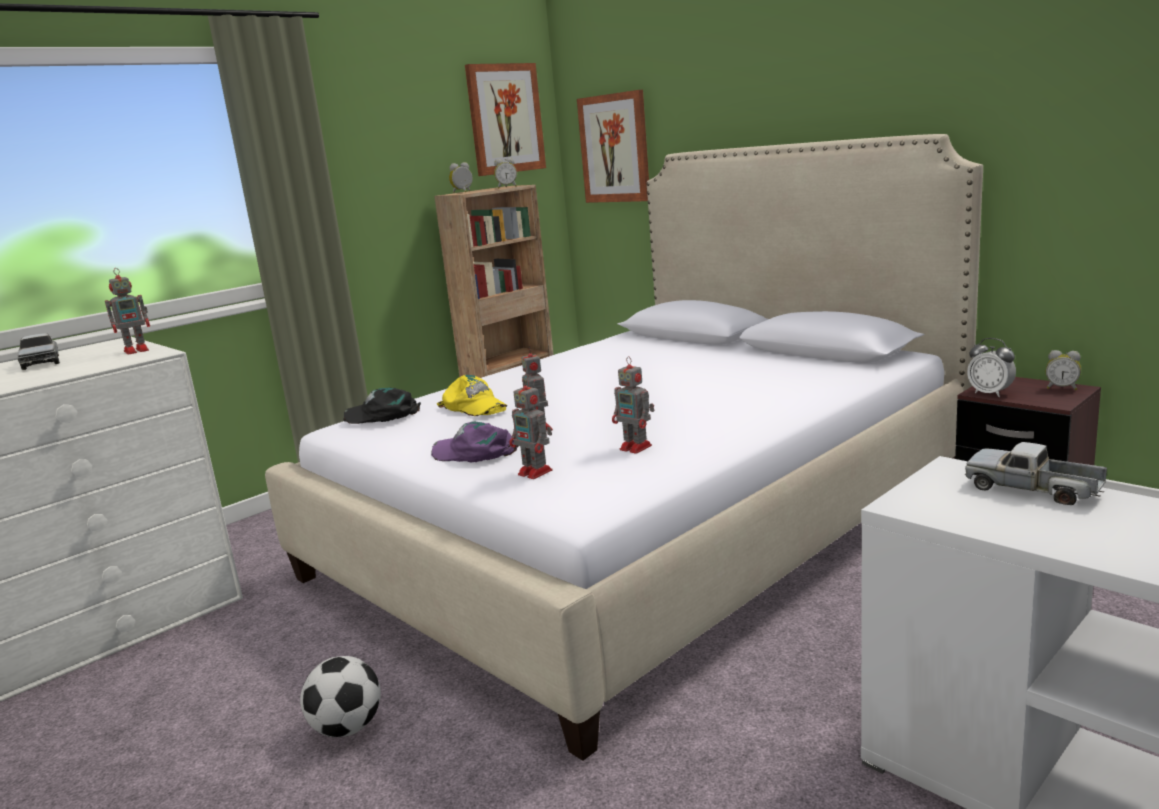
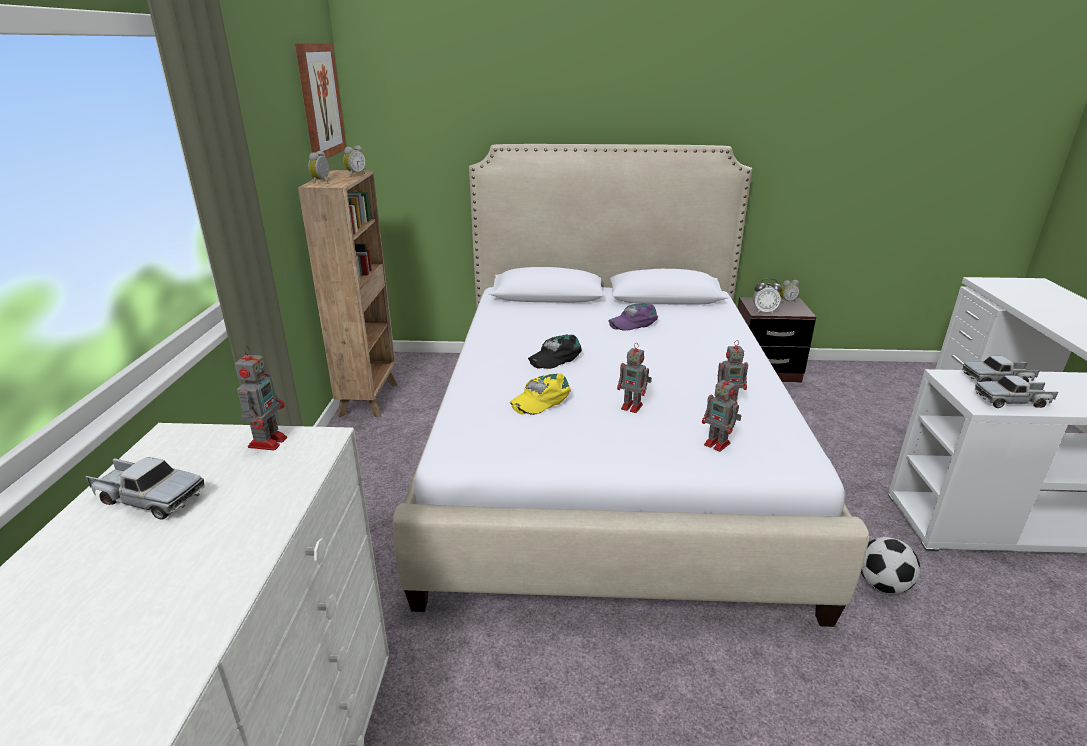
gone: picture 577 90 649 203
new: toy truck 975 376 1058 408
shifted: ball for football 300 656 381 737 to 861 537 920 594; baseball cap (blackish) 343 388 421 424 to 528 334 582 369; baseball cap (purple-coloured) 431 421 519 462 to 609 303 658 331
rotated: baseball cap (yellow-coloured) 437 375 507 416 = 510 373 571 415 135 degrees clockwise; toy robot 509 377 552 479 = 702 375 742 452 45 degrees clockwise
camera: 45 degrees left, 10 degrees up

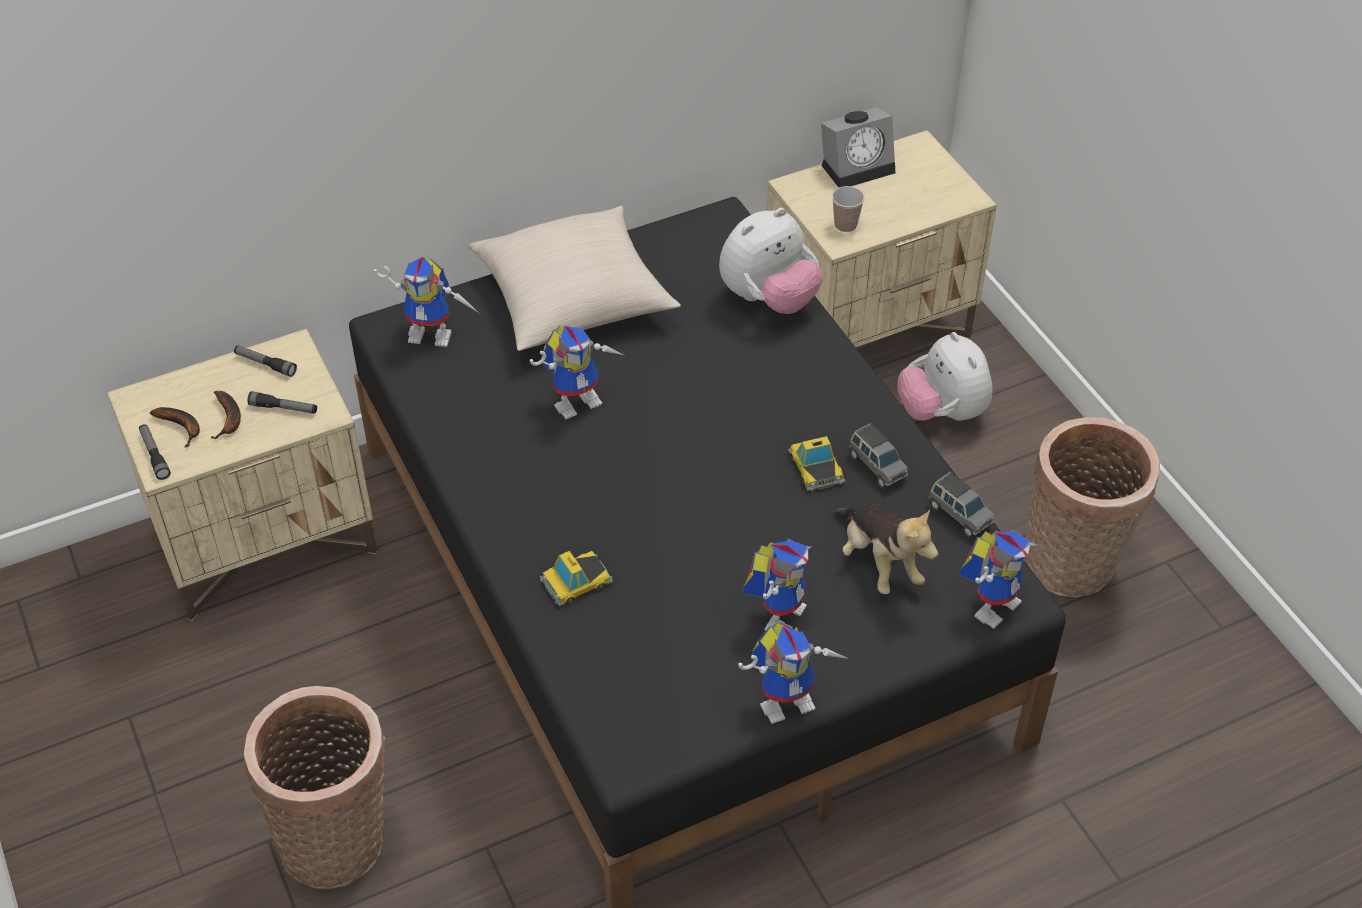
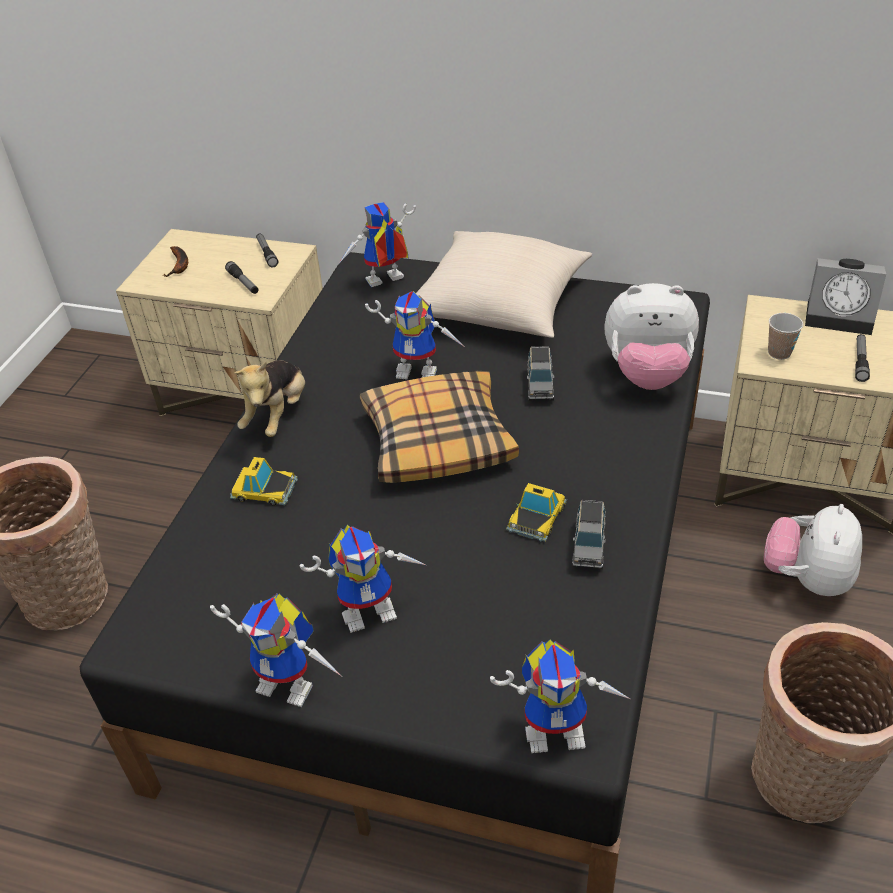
gone: whole banana 210 391 241 439
new: pillow 360 371 519 483
shifted: flashlight 139 424 171 480 to 855 334 870 382; cuddly toy 834 503 938 594 to 234 360 305 437; miniature car (greyish) 929 472 994 538 to 527 346 555 401
rotated: toy robot 374 256 479 347 = 340 202 416 287 105 degrees clockwise
camera: 45 degrees right, 5 degrees down

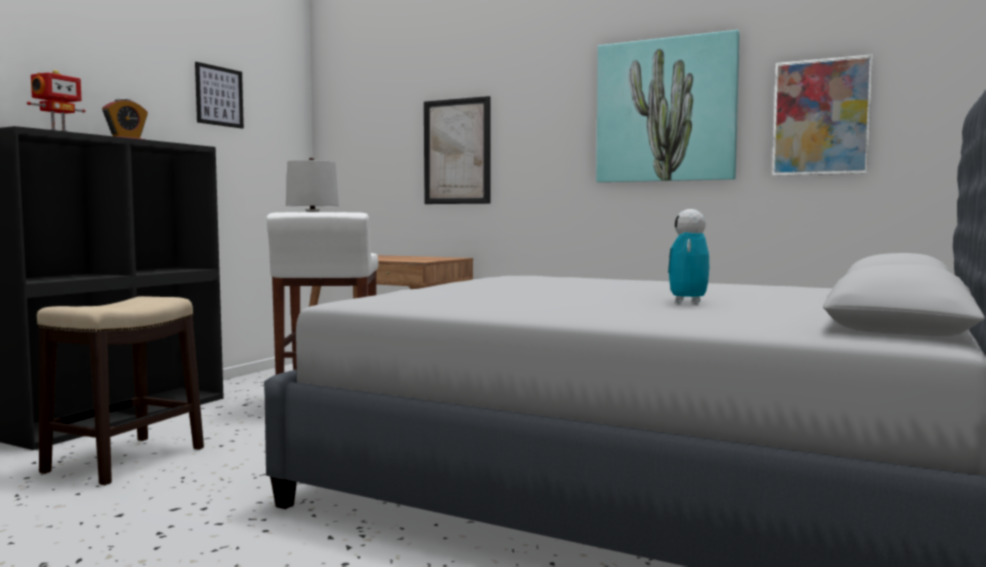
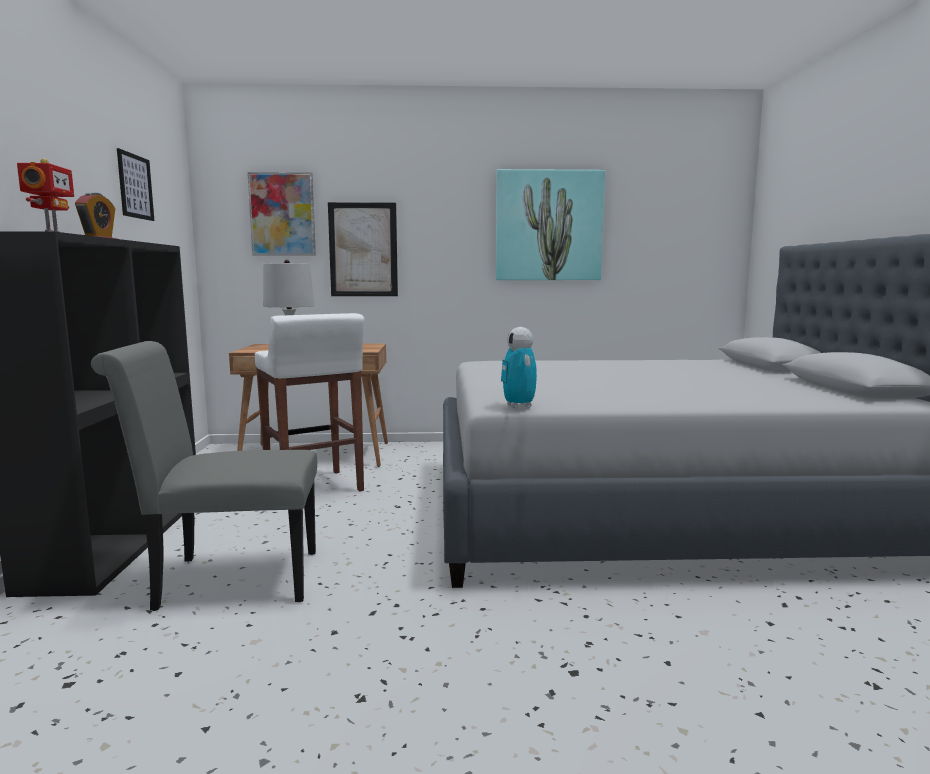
shifted: toy robot 668 209 709 304 to 501 327 537 408; picture 772 54 873 176 to 247 172 316 256
swapped: stool 37 296 204 485 to chair (greyish) 91 341 317 611
camera: 30 degrees left, 5 degrees up

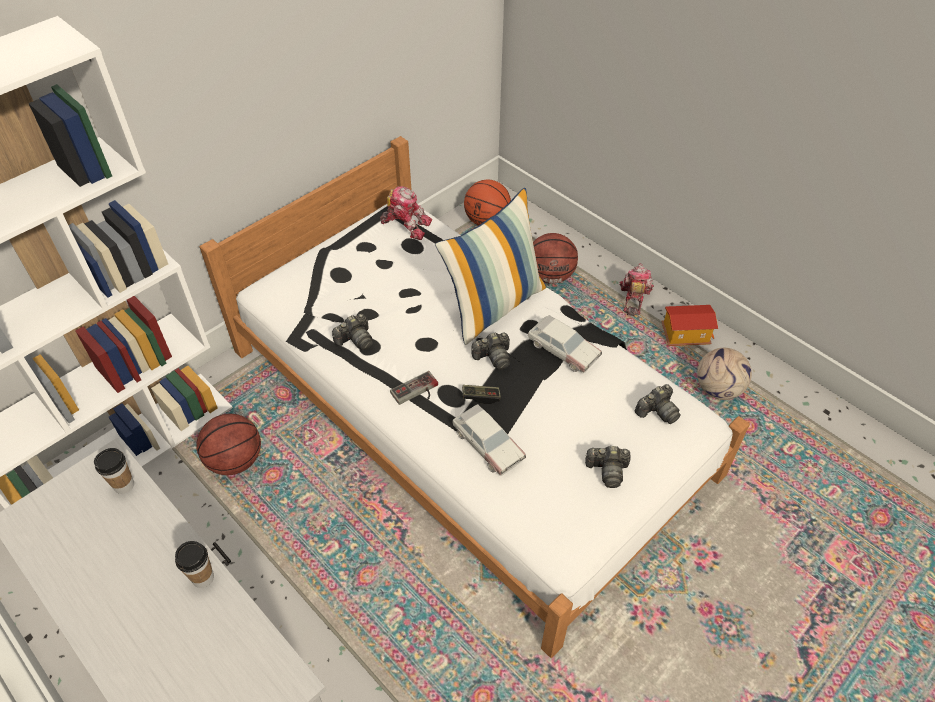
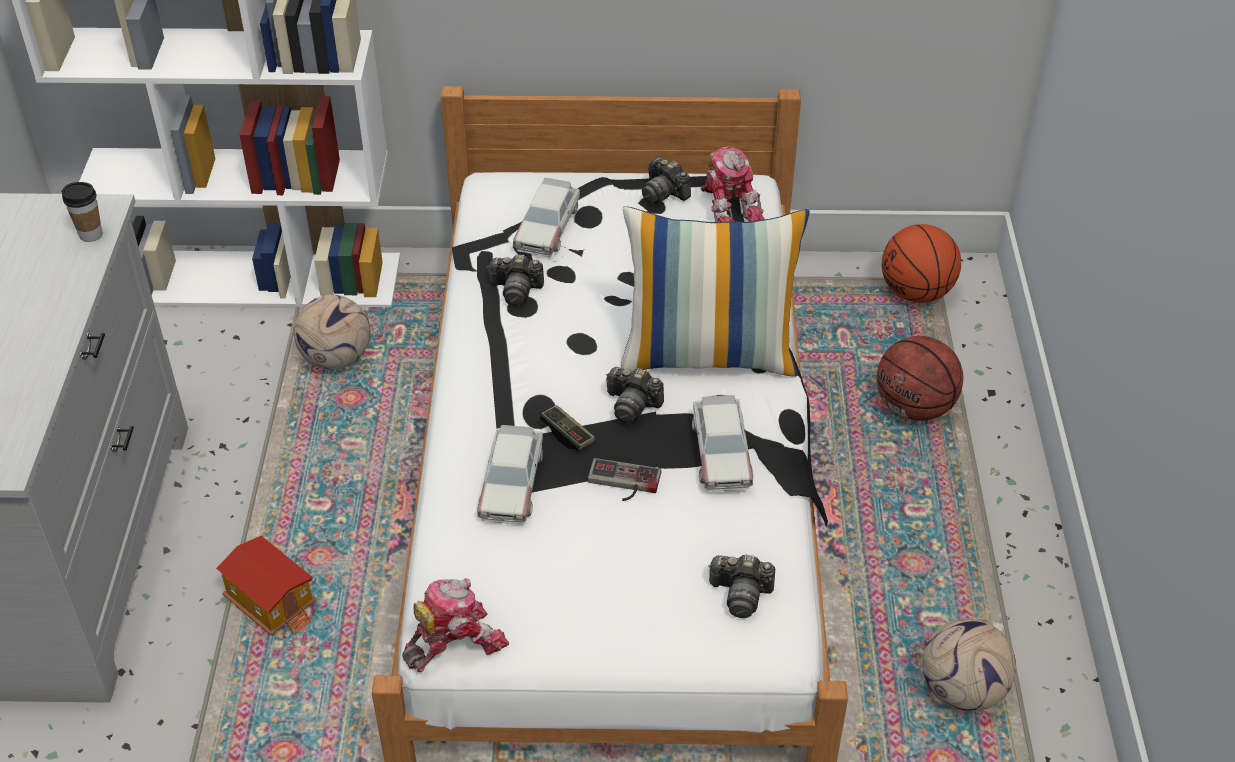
gone: drinking cup 175 541 214 588
new: miniature car 513 178 580 257
shifted: joypad 390 371 438 405 to 588 458 661 501; photo camera 585 446 631 488 to 642 157 691 204; toy robot 619 263 654 316 to 402 578 509 672; miniature house 661 305 718 346 to 216 536 317 635
swapped: ball for basketball 196 414 261 475 to ball for football 293 295 371 370
camera: 45 degrees right, 5 degrees down

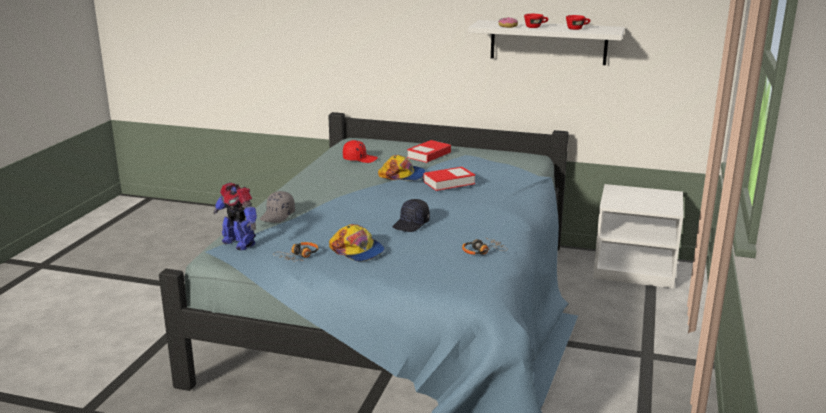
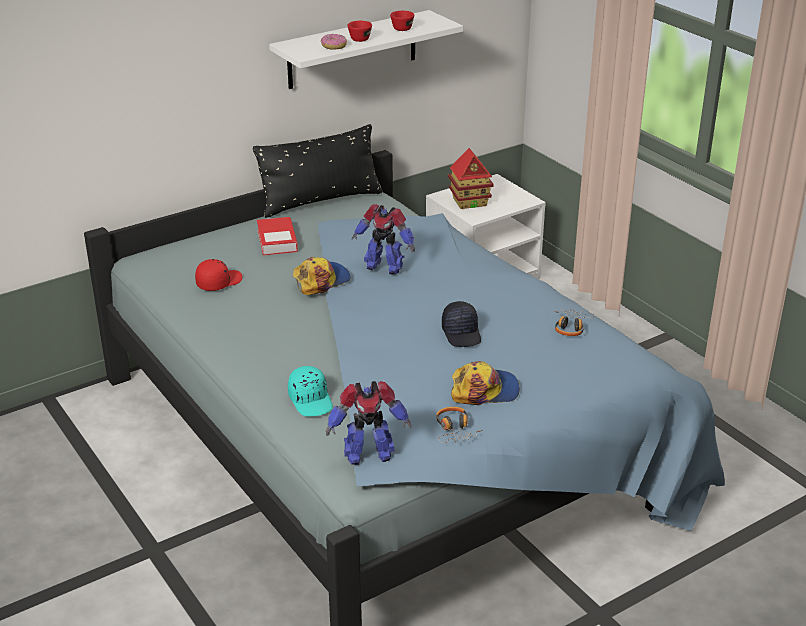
new: pillow (blackish) 253 124 383 218; miniature house 448 148 494 209
swapped: bound book 423 167 475 191 to toy robot 352 204 415 275
repainted: baseball cap (greyish) 260 191 295 223 to baseball cap (turquoise) 288 366 333 417
camera: 50 degrees left, 10 degrees up

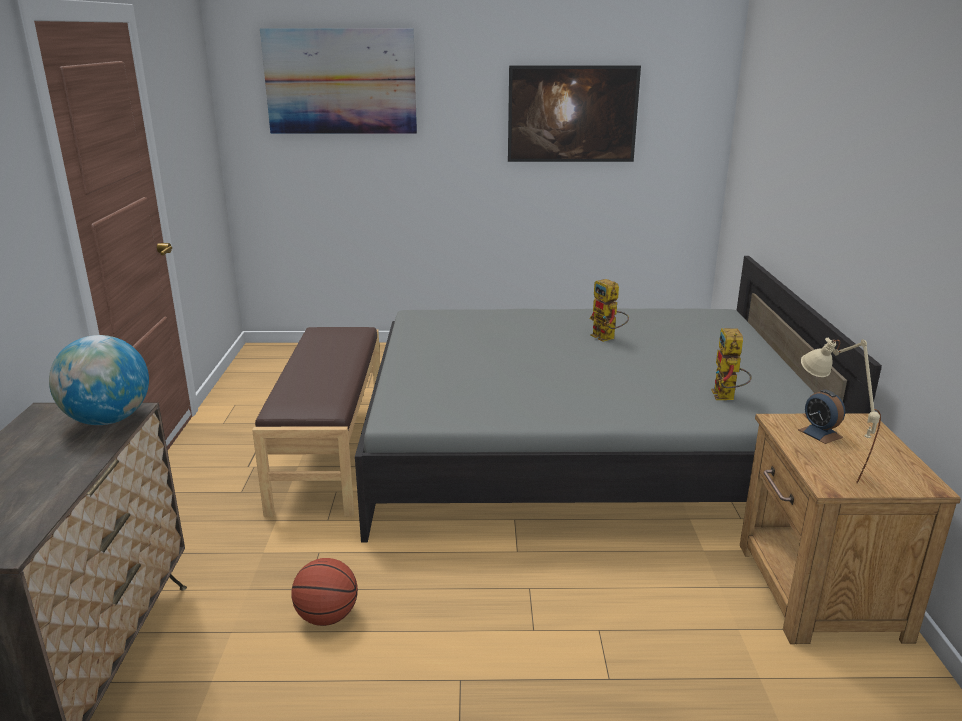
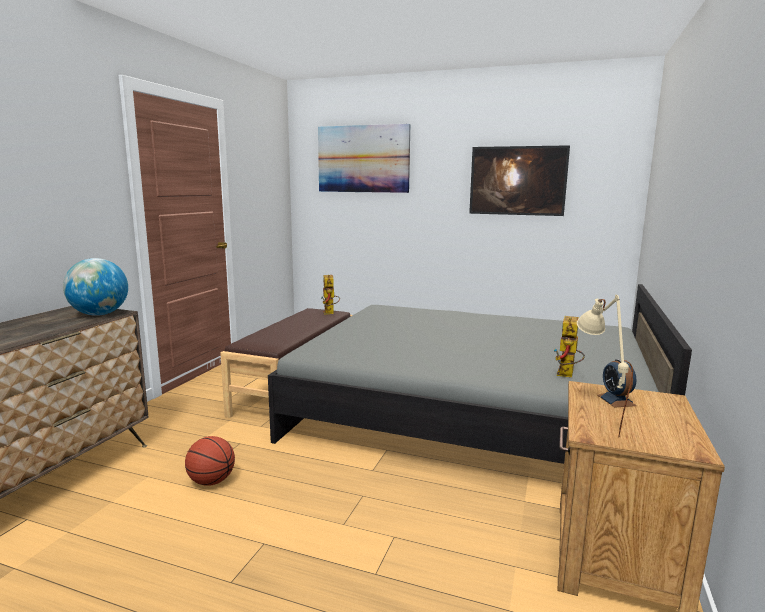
shifted: toy robot 589 279 629 342 to 321 275 340 315
camera: 20 degrees right, 10 degrees down

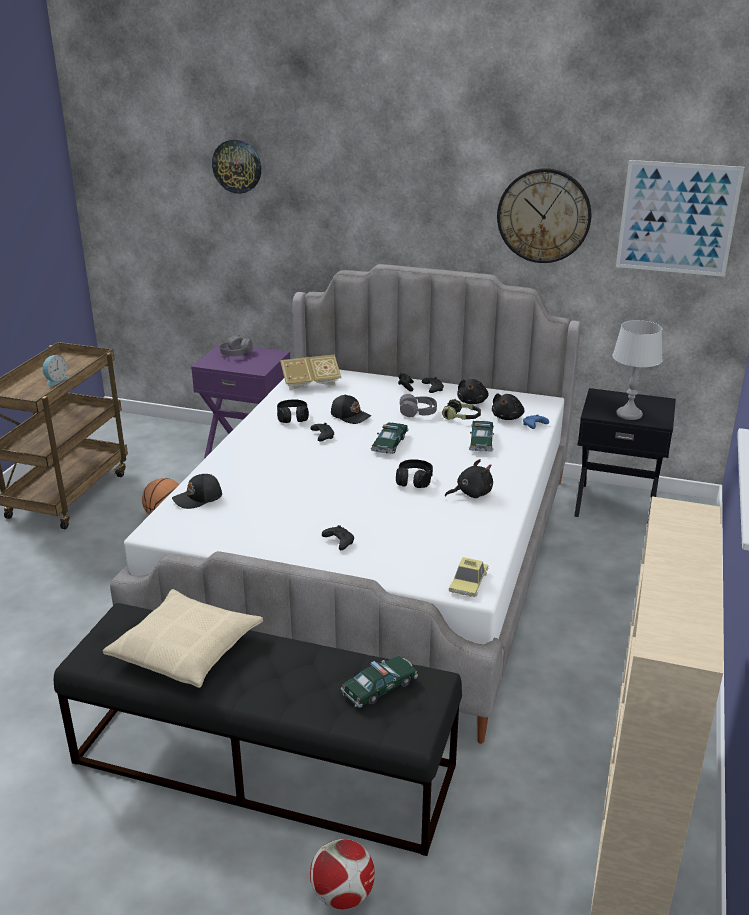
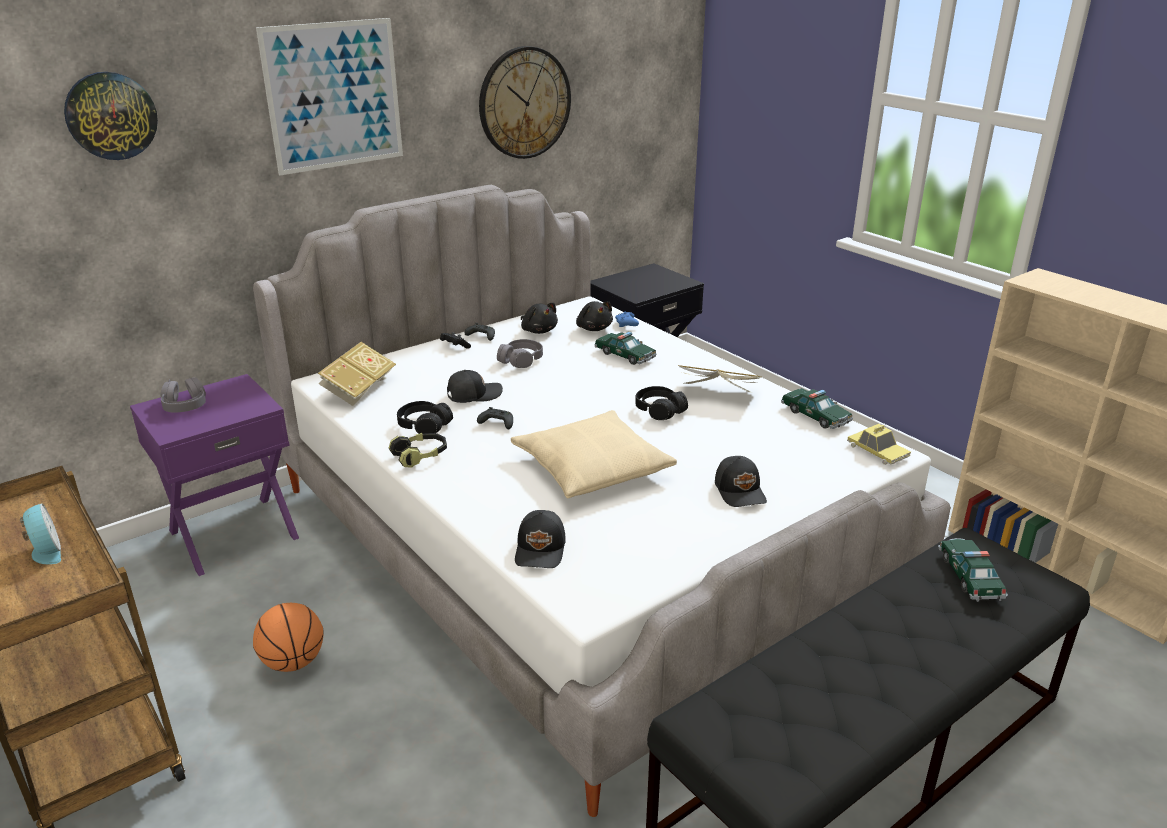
gone: ball for football 310 839 375 909; lamp for a table (greyish) 612 320 663 420
shifted: pillow (beige) 103 589 263 688 to 511 410 677 498; miniature car 371 422 409 454 to 781 388 853 429; headphones 442 399 481 420 to 389 433 447 468; picture 616 160 744 277 to 256 18 403 175
swapped: joypad (blackish) 322 525 354 550 to baseball cap (blackish) 715 456 767 507; cuddly toy (blackish) 445 459 493 498 to bound book 678 365 762 393
camera: 55 degrees left, 0 degrees up

